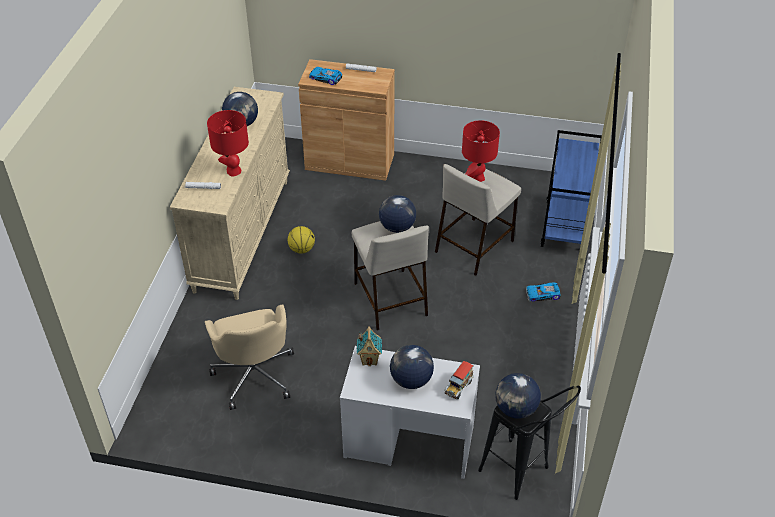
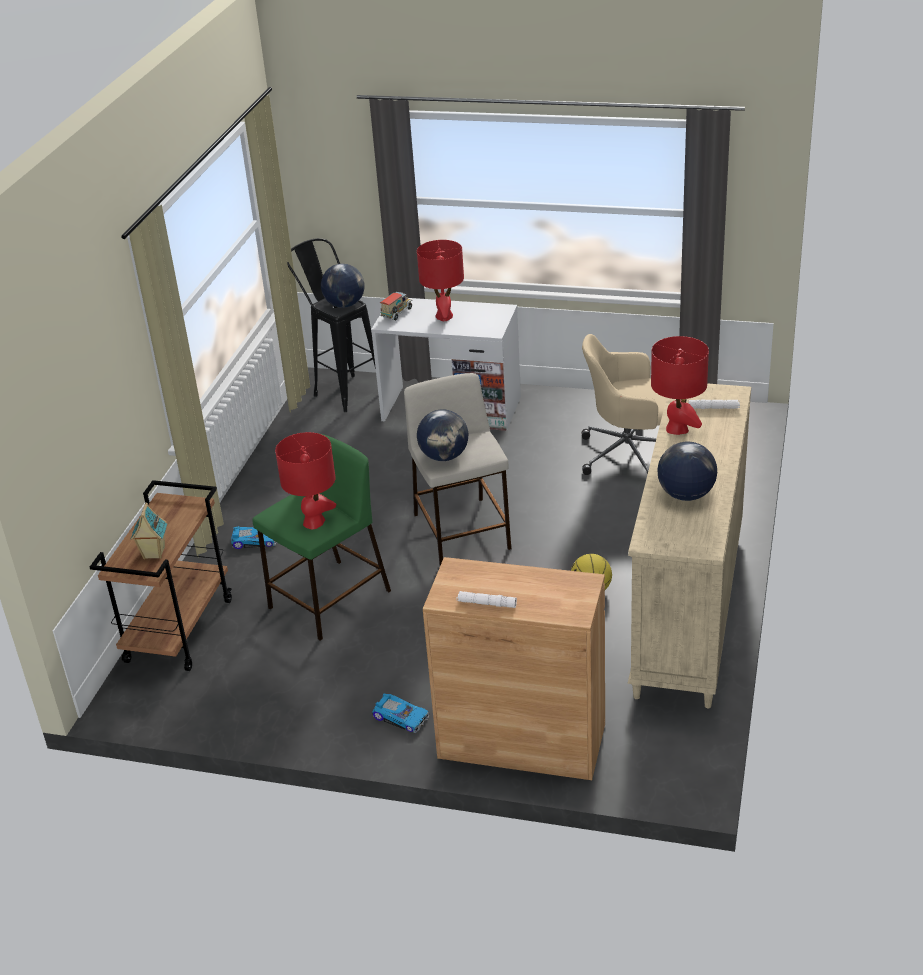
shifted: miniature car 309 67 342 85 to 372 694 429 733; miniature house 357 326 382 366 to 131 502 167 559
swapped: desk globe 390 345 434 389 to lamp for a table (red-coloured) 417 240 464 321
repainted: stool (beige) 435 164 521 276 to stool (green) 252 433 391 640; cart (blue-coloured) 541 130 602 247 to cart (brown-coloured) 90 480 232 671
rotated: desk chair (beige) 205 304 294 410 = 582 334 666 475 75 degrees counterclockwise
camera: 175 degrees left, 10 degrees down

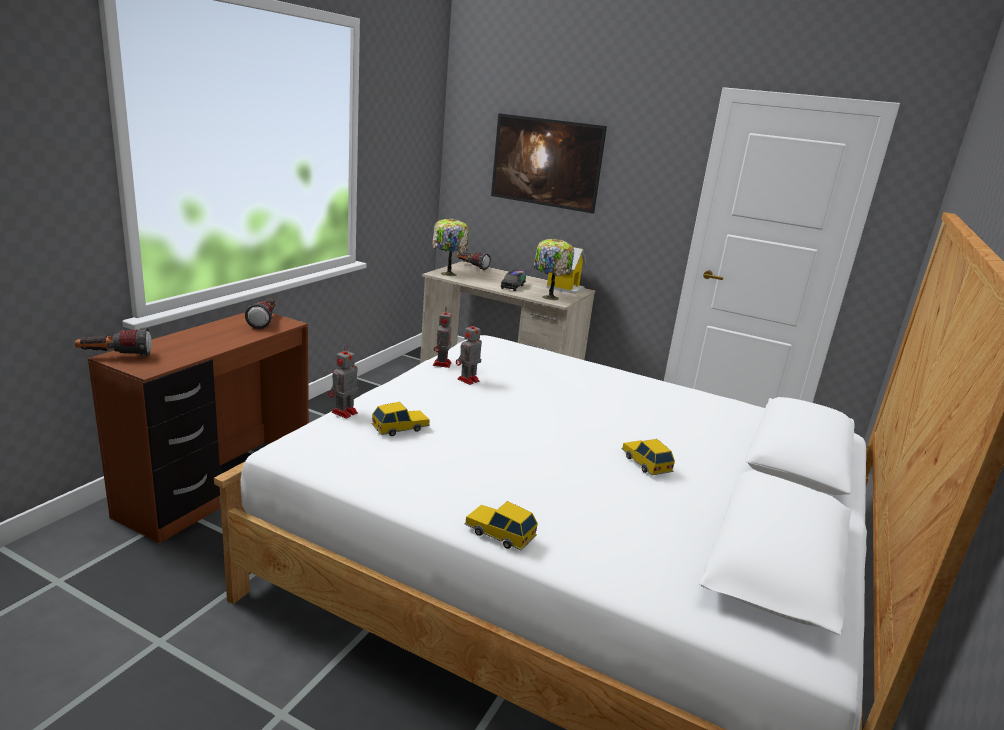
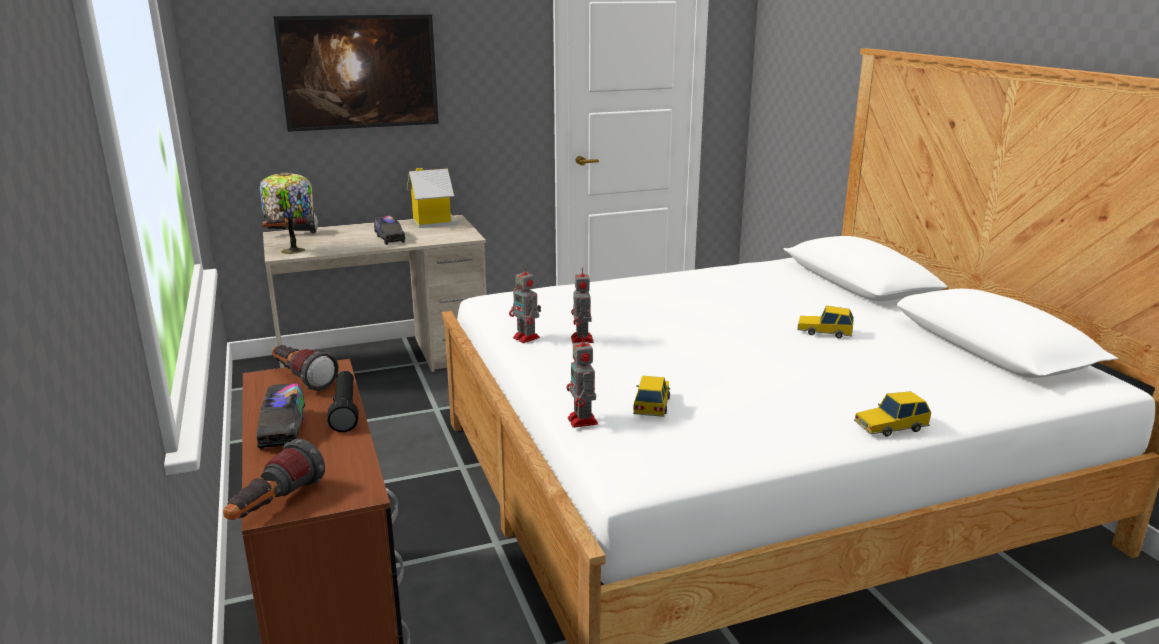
gone: lamp for a table 534 238 574 301
new: toy truck 257 383 305 450; flashlight (blackish) 327 371 358 432
camera: 45 degrees left, 0 degrees up

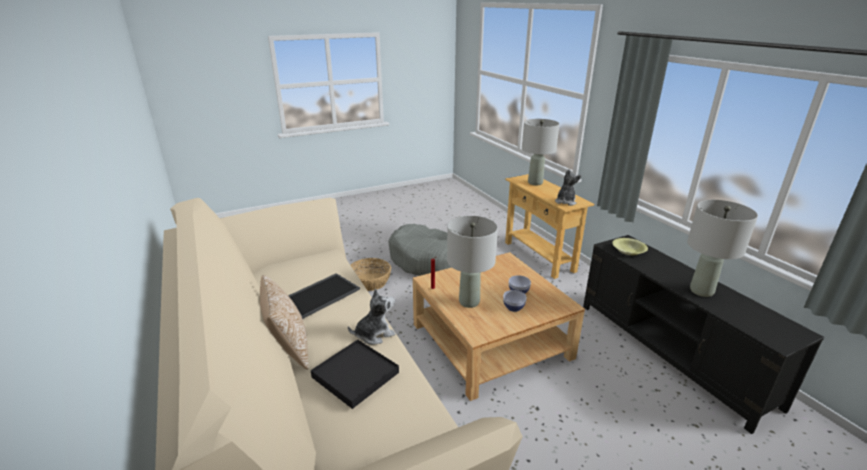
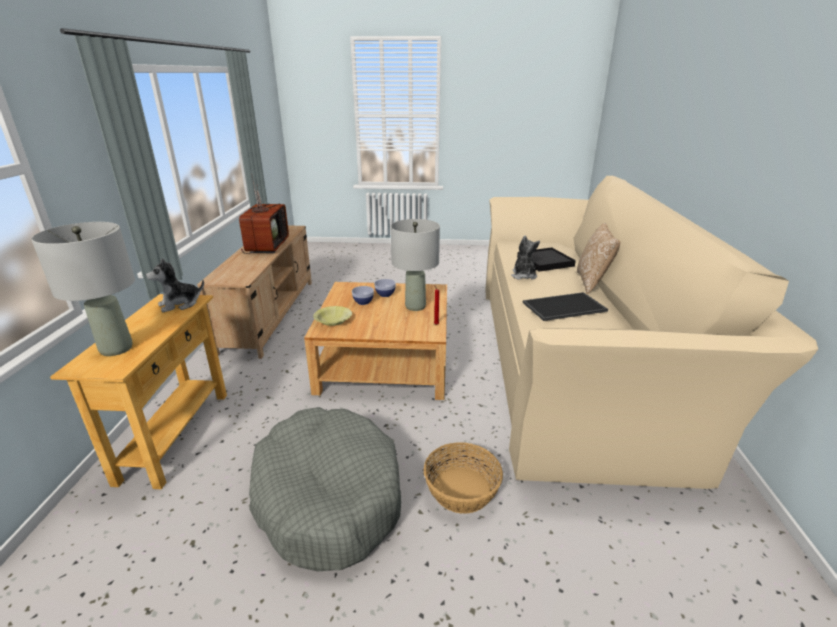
shifted: deep dish (yellow-coloured) 612 238 648 255 to 313 306 352 326
swapped: lamp for a table (greyish) 687 200 758 297 to TV set 239 176 289 254
repainted: media console (blackish) 583 235 824 434 to media console (beige) 197 226 312 359
rotated: cuddly toy 348 289 396 345 = 511 236 540 280 90 degrees clockwise
camera: 150 degrees left, 0 degrees up

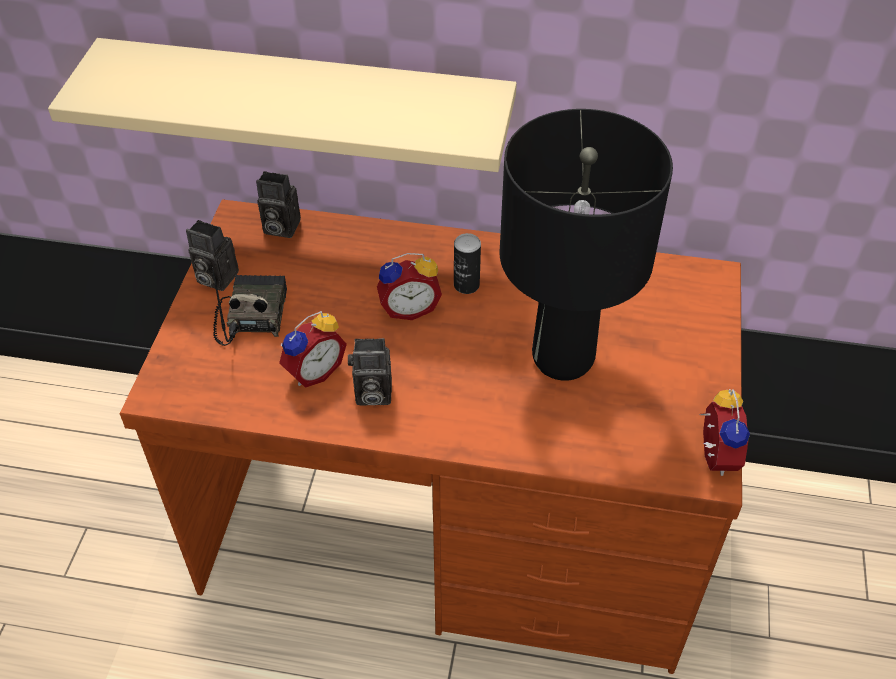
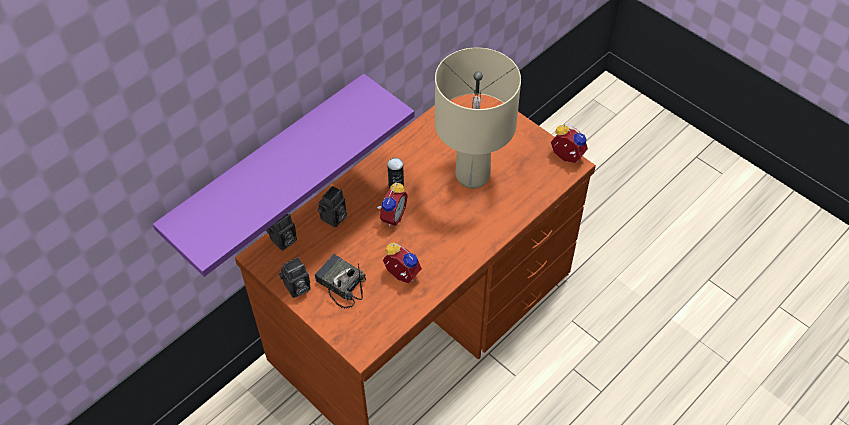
shifted: photo camera 348 338 392 406 to 318 186 347 228
repainted: shelf (beige) 48 38 517 172 to shelf (purple-coloured) 153 74 415 277; lamp for a table (blackish) 499 109 673 381 to lamp for a table (beige) 435 48 521 189
rotated: alarm clock 279 311 347 388 = 383 243 422 284 45 degrees counterclockwise
camera: 55 degrees left, 5 degrees up

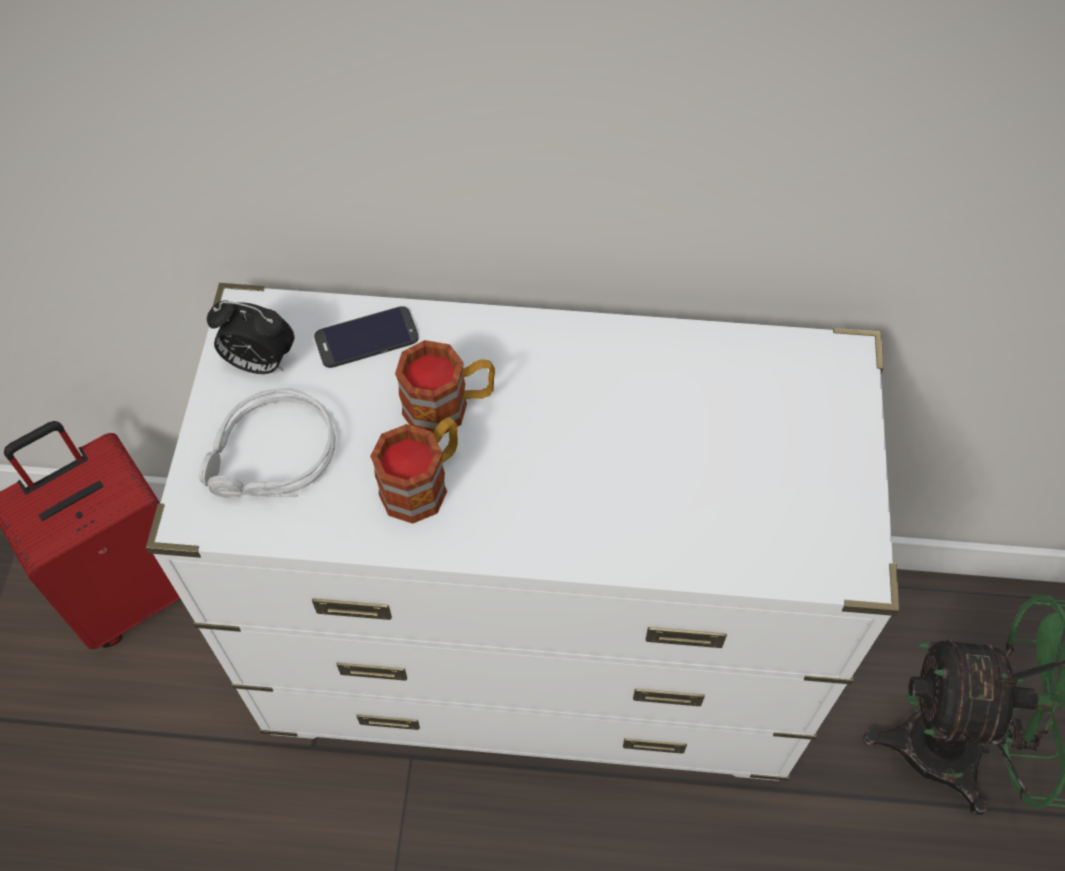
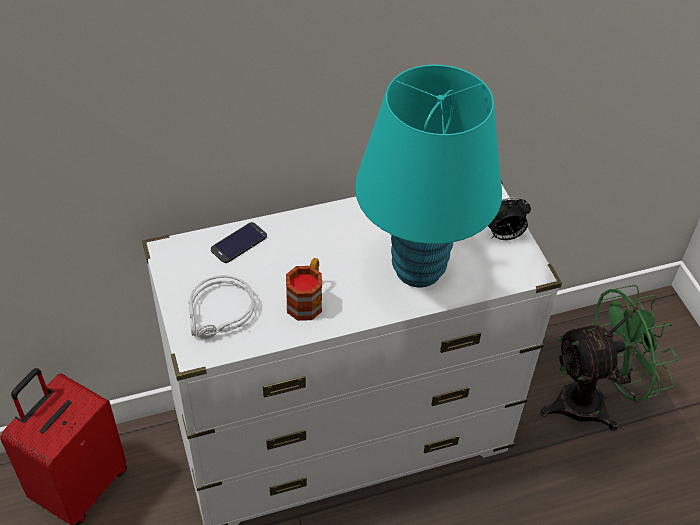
gone: mug 395 340 495 434
new: lamp for a table (turquoise) 355 65 502 287
shifted: alarm clock 207 300 294 374 to 488 197 531 240
camera: 25 degrees left, 10 degrees down

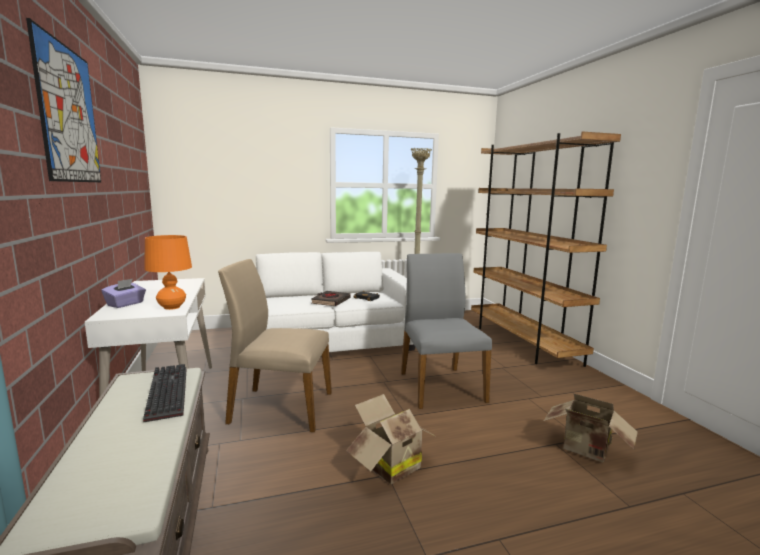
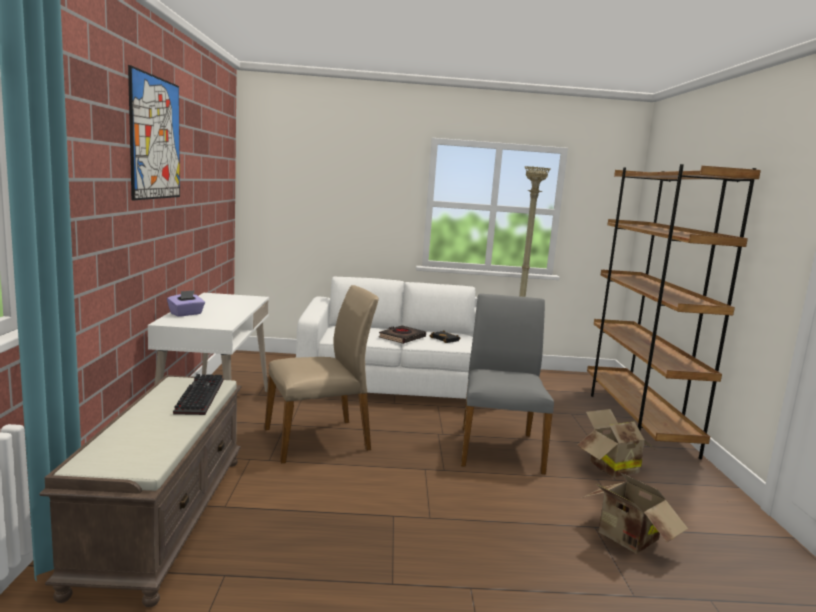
gone: lamp for a table (orangey) 144 235 192 310
shifted: carton 346 394 437 484 to 577 409 656 477
rotated: chair (beige) 218 259 332 432 = 264 285 379 464 135 degrees clockwise
camera: 15 degrees right, 0 degrees up

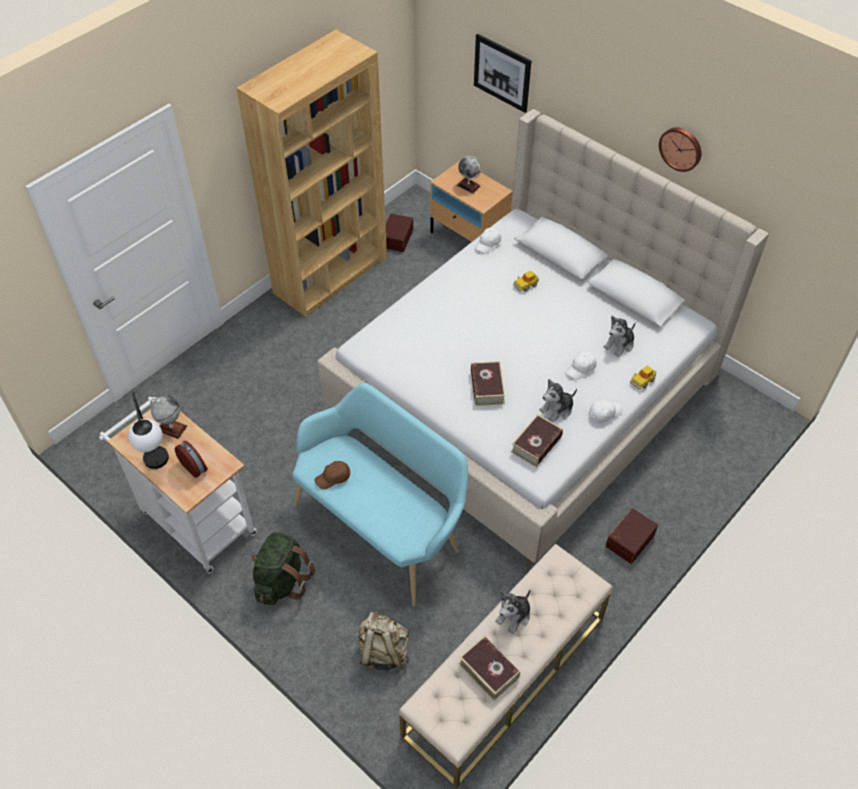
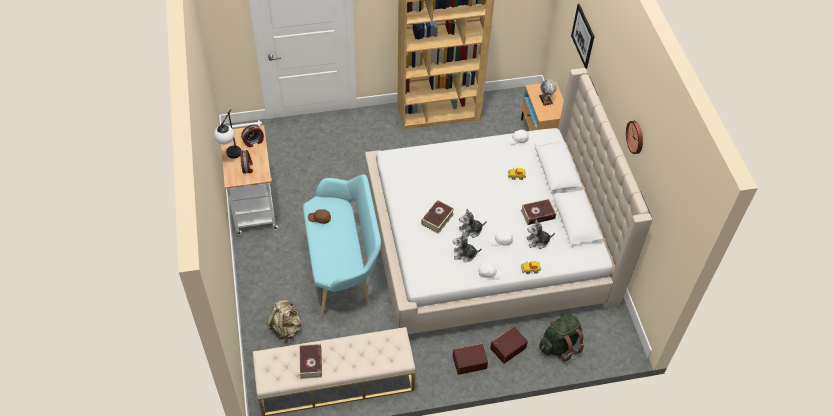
shifted: knapsack (green) 251 532 315 605 to 539 314 584 362; storage box (brown-coloured) 386 213 413 252 to 490 326 528 364; cuddly toy 495 589 531 634 to 459 209 487 238; bound book 511 414 563 467 to 521 198 557 225
swapped: desk globe 150 396 187 439 to alarm clock 241 124 264 148
camera: 35 degrees right, 0 degrees up

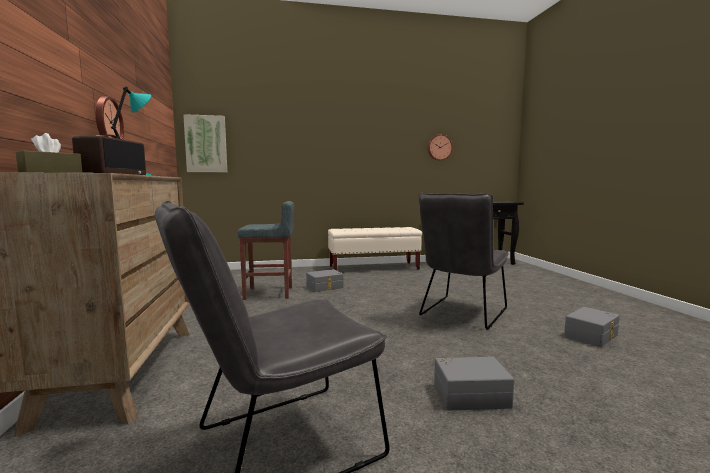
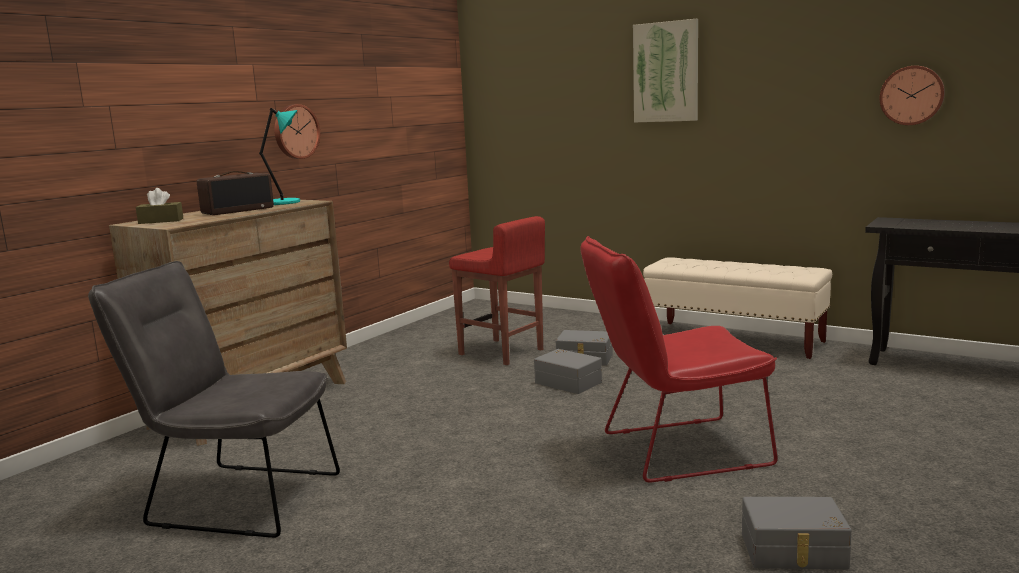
shifted: picture 183 114 227 172 to 633 19 698 122; storage box (greyish) 434 357 514 411 to 534 349 602 394
repainted: stool (greyish) 237 201 294 300 to stool (red-coloured) 449 216 545 365; chair (greyish) 418 193 509 330 to chair (red-coloured) 580 236 778 483
camera: 45 degrees right, 5 degrees up

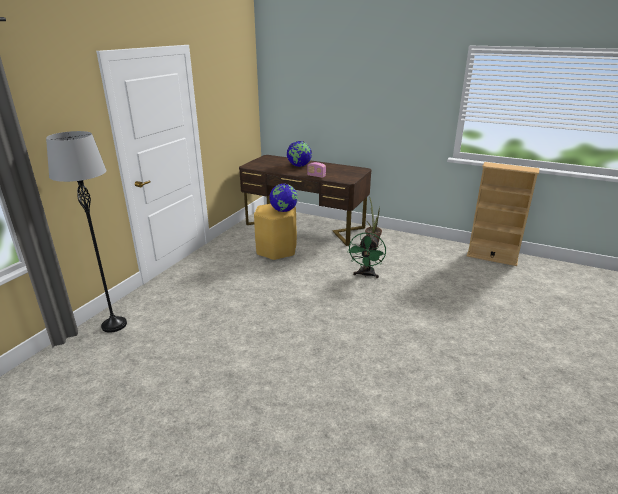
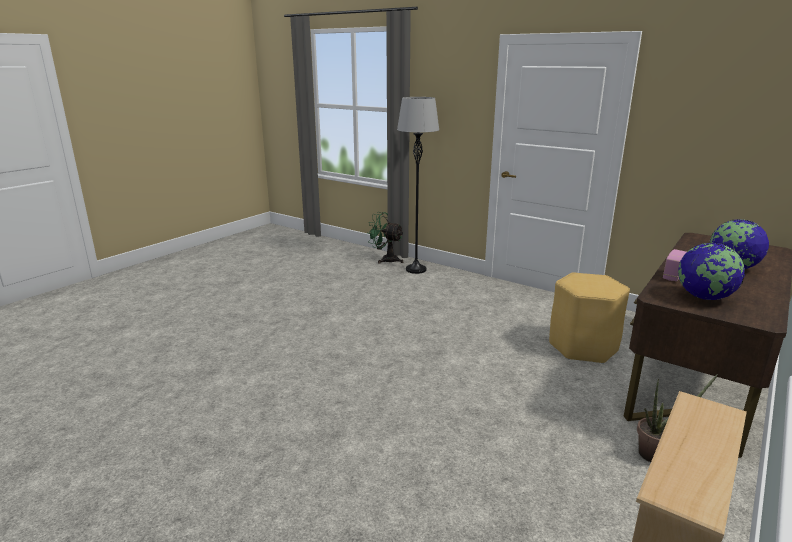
shifted: desk globe 269 184 298 212 to 678 243 745 300; fan (green) 348 232 386 278 to 367 212 403 264
camera: 100 degrees right, 5 degrees down

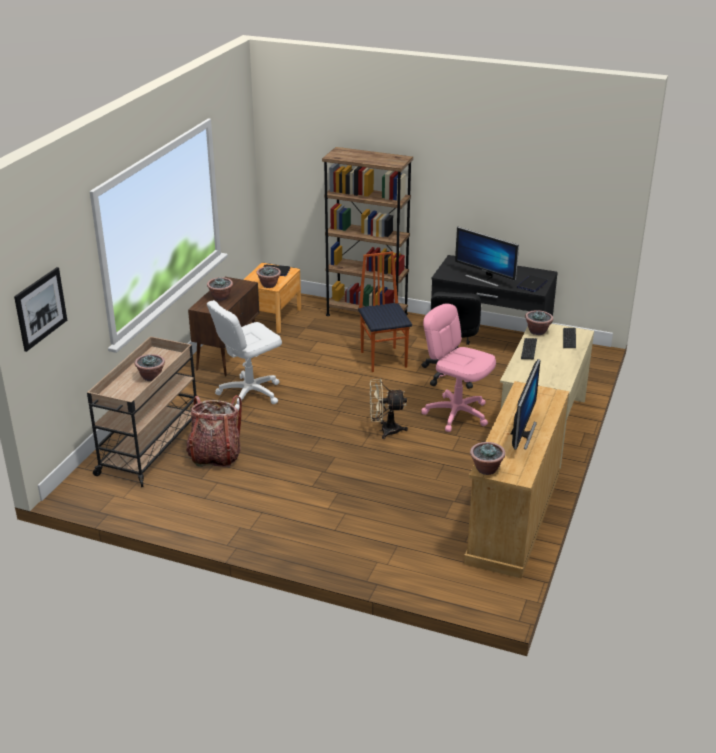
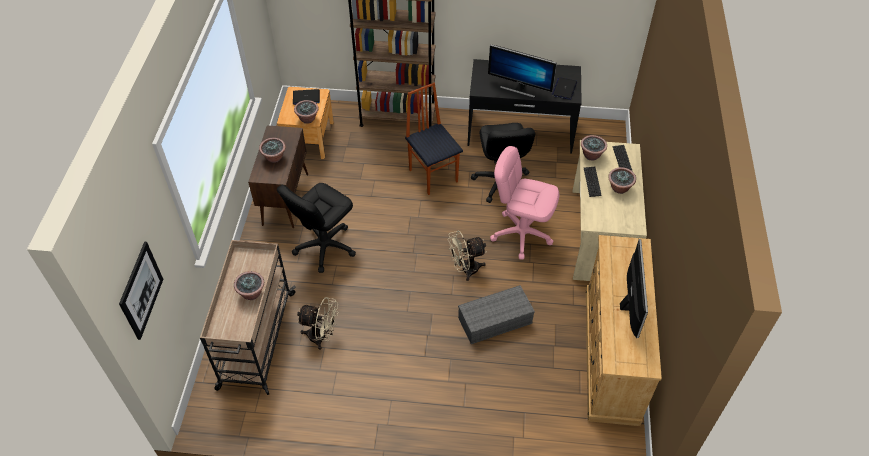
new: storage box (greyish) 458 285 535 344
shifted: plant in a pot 470 442 506 475 to 608 167 636 194
swapped: knapsack 186 395 242 467 to fan (beige) 297 297 338 350
repainted: desk chair (white-coloured) 207 300 282 411 to desk chair (blackish) 277 183 356 273
camera: 15 degrees left, 20 degrees up

